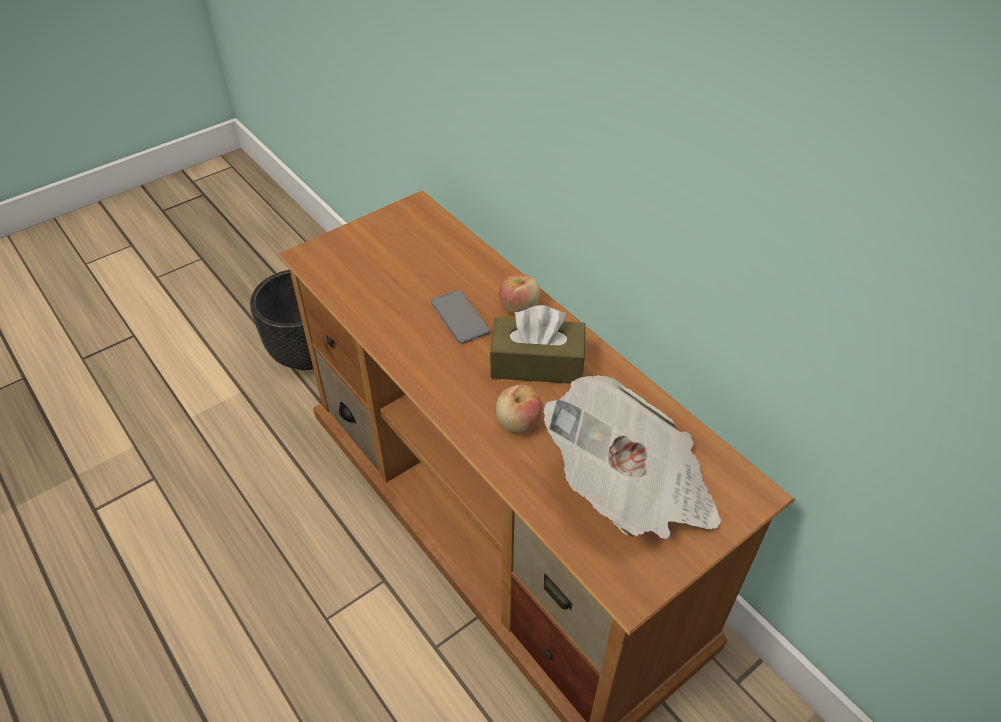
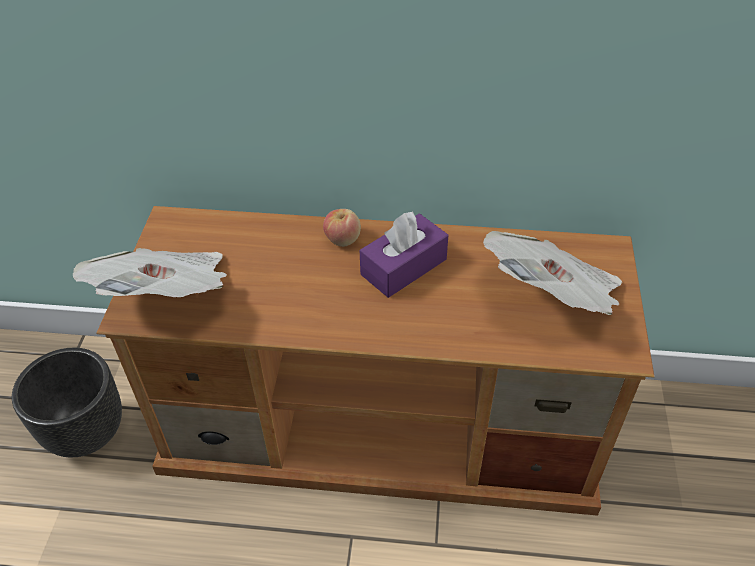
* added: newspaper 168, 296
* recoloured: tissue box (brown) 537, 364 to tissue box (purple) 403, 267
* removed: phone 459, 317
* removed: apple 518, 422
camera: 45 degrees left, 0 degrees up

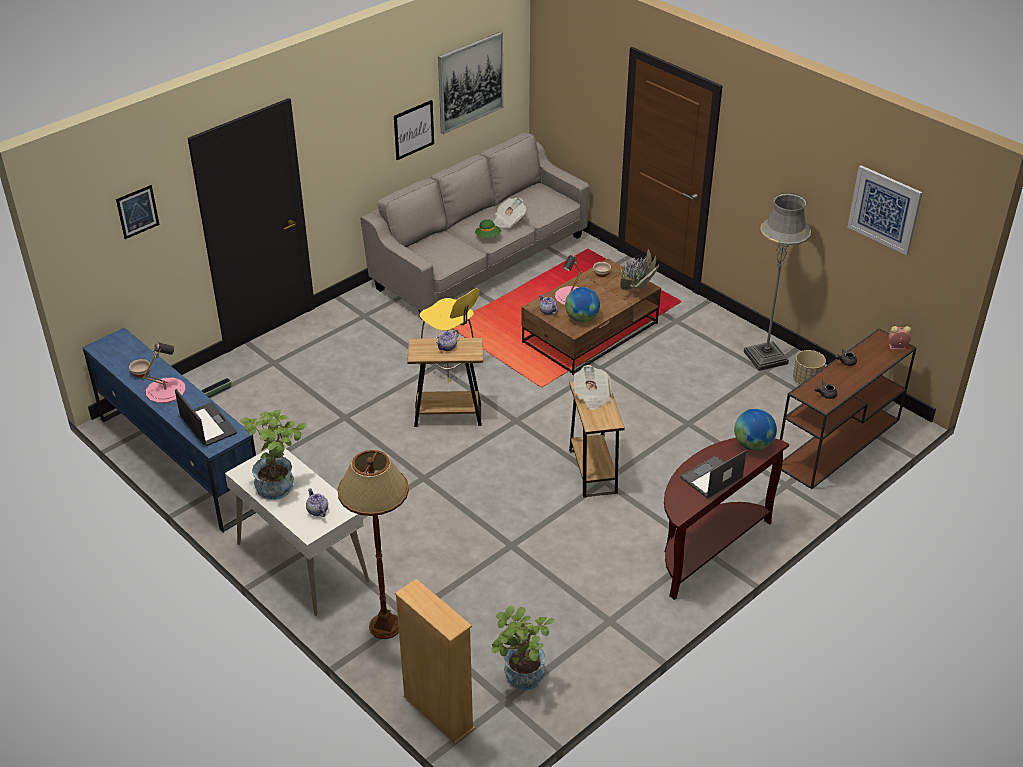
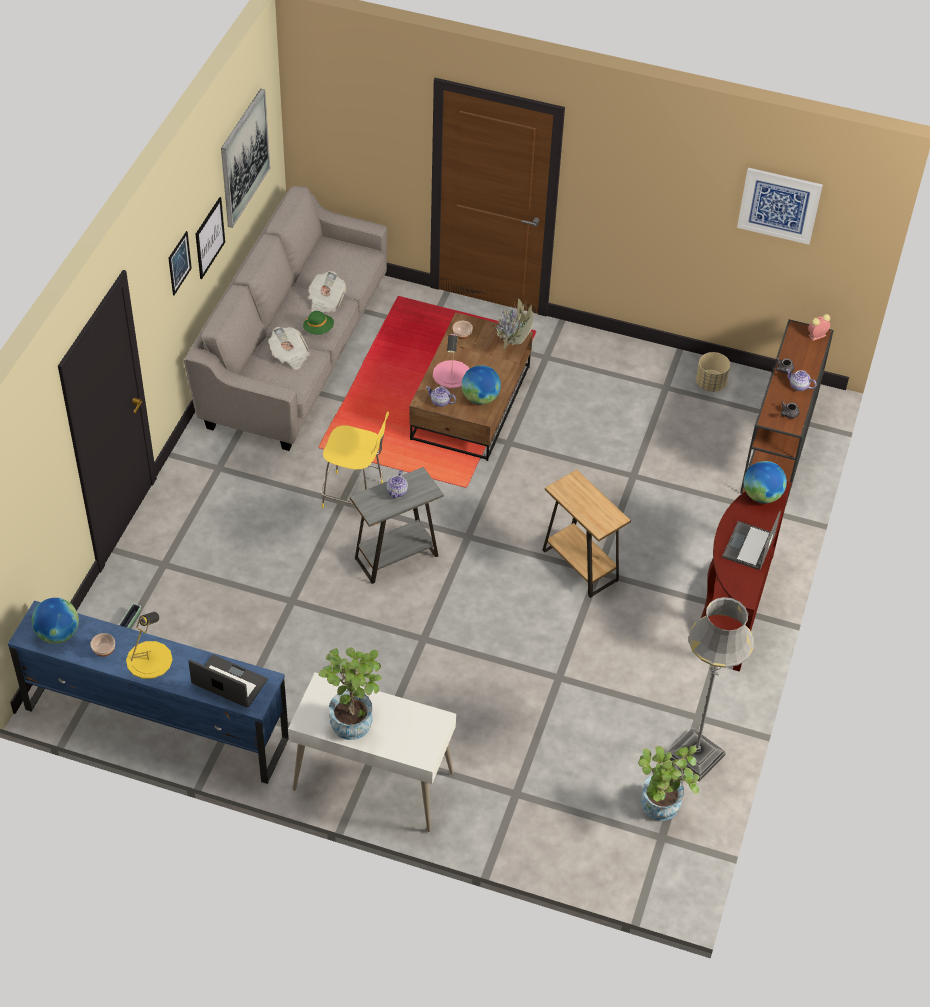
* added: globe 58, 634
* recoloured: table lamp (pink) 165, 390 to table lamp (yellow) 149, 660
* moved: picture 137, 211 to 179, 263
* moved: newspaper 592, 396 to 289, 355
* recoloured: side table (brown) 448, 415 to side table (grey) 396, 557
* moved: floor lamp (grey) 765, 357 to 695, 755
* moved: teapot 317, 511 to 798, 386
* removed: floor lamp (brown) 385, 626
* removed: bookcase (beige) 438, 713
camera: 30 degrees left, 10 degrees up

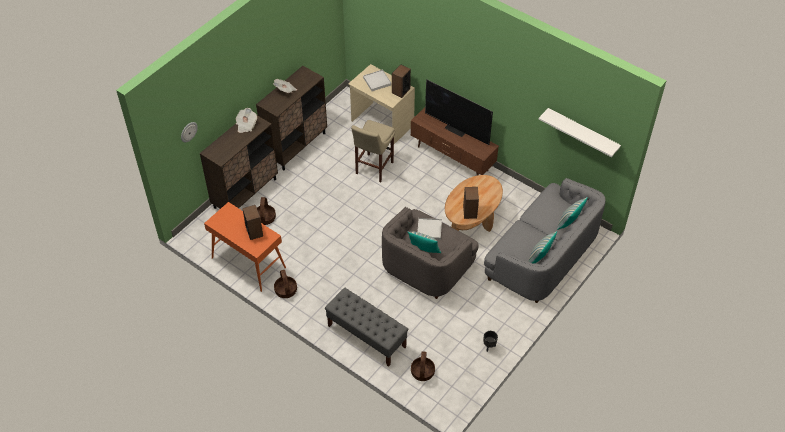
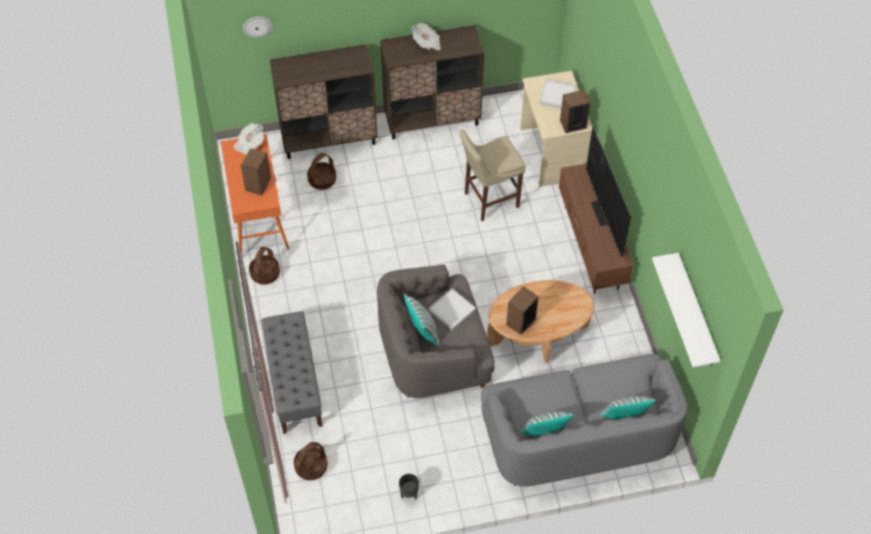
* moved: newspaper 246, 125 to 249, 144
camera: 40 degrees right, 5 degrees up

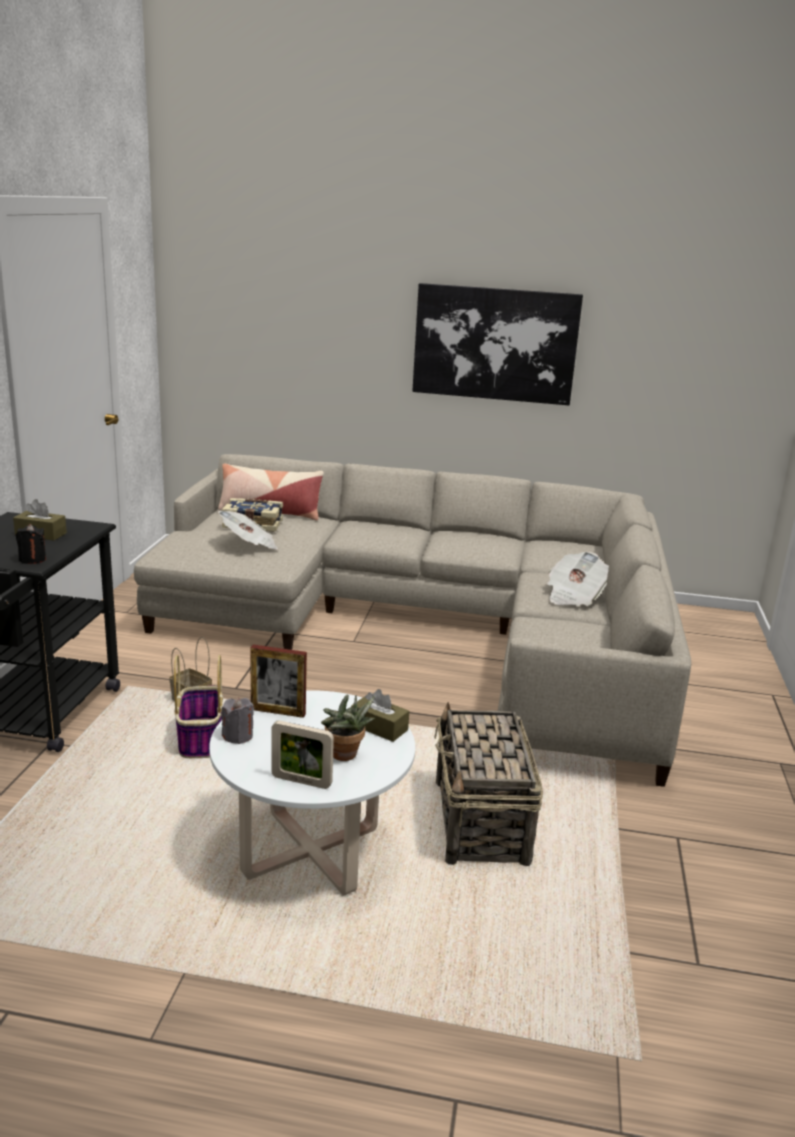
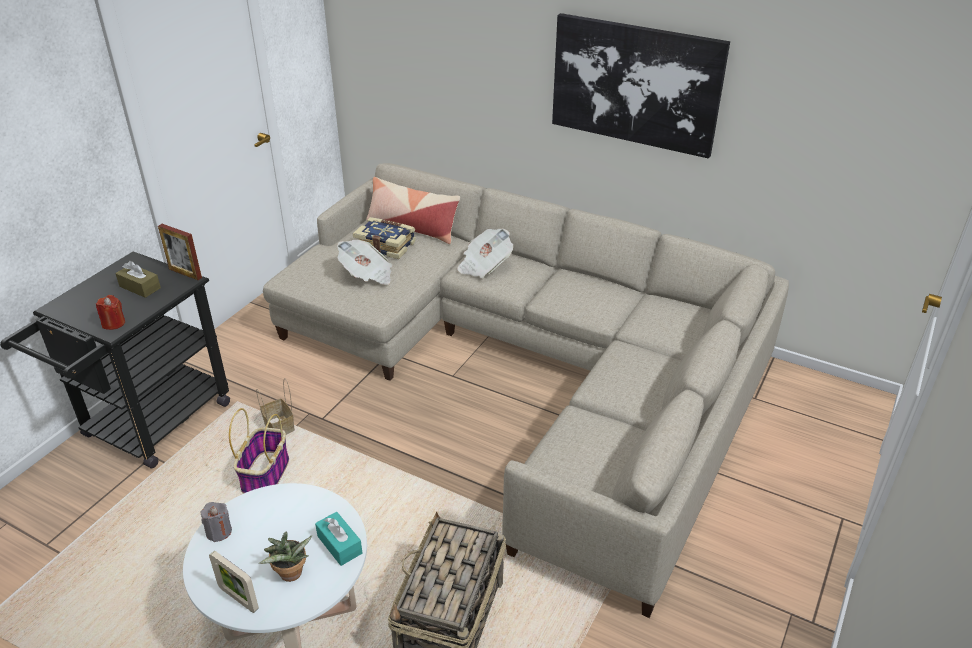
* recoloured: candle (black) 32, 559 to candle (red) 113, 323
* moved: picture frame 278, 711 to 185, 273
* recoloured: tissue box (brown) 379, 727 to tissue box (turquoise) 339, 545
* moved: newspaper 574, 596 to 484, 266
camera: 20 degrees right, 15 degrees up

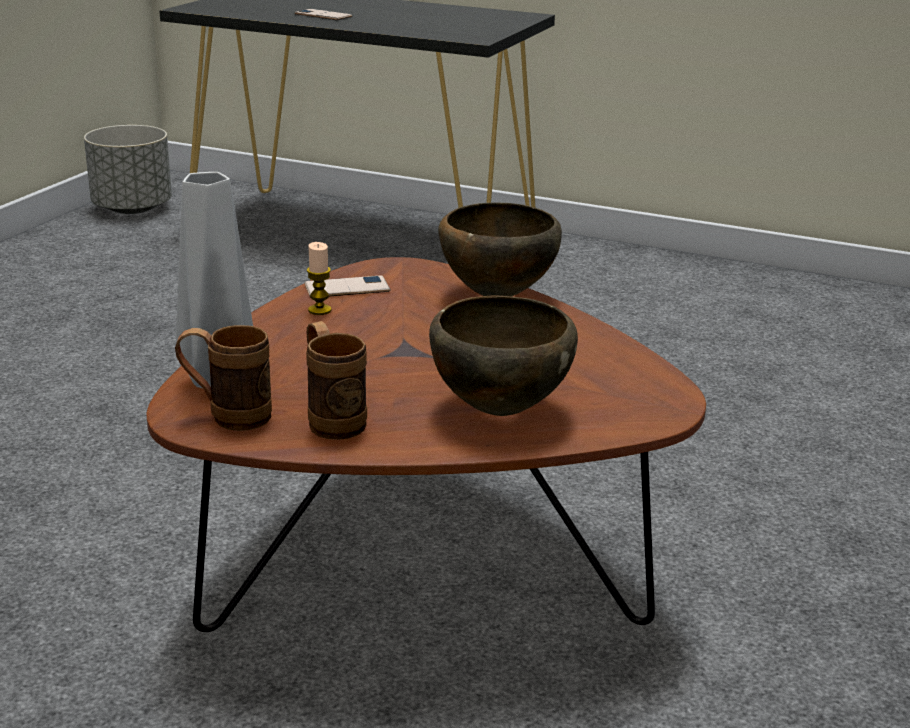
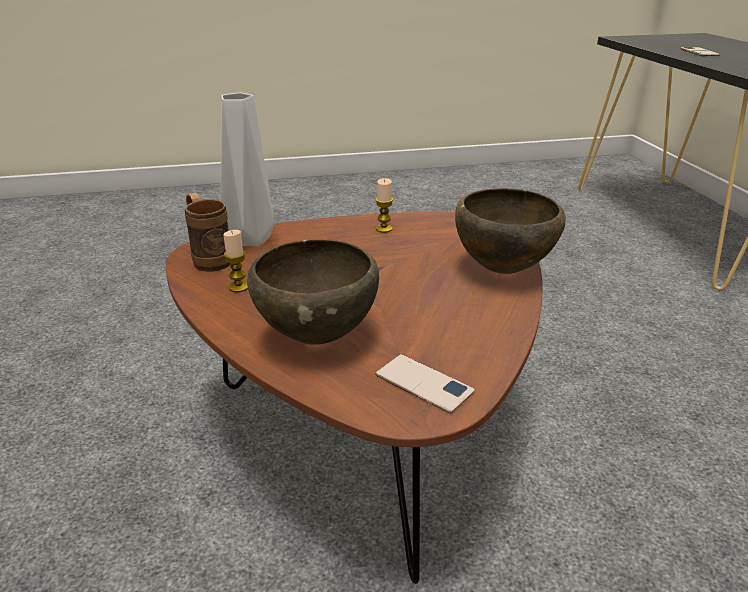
* replaced: mug (brown) 332, 419 to candle 238, 287
* moved: phone 347, 288 to 424, 383
* removed: planter (grey) 132, 208
camera: 55 degrees right, 5 degrees up

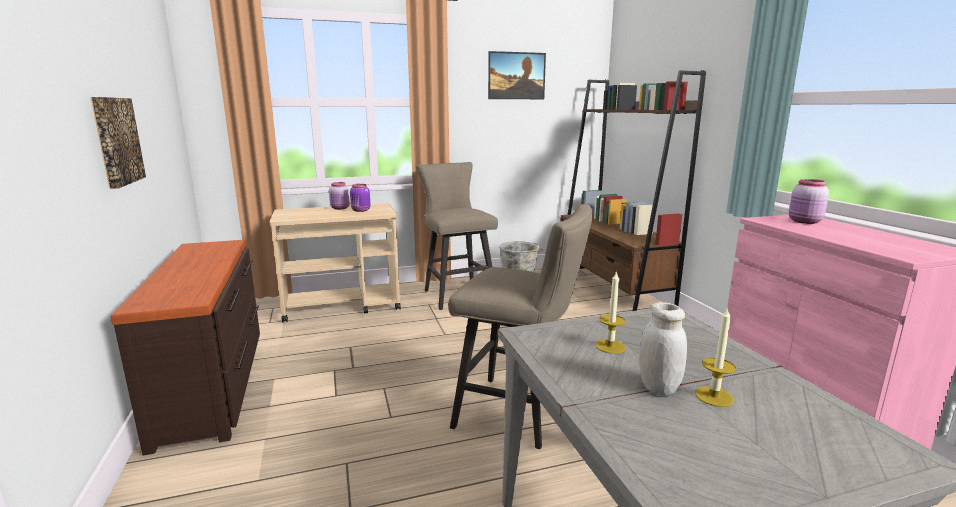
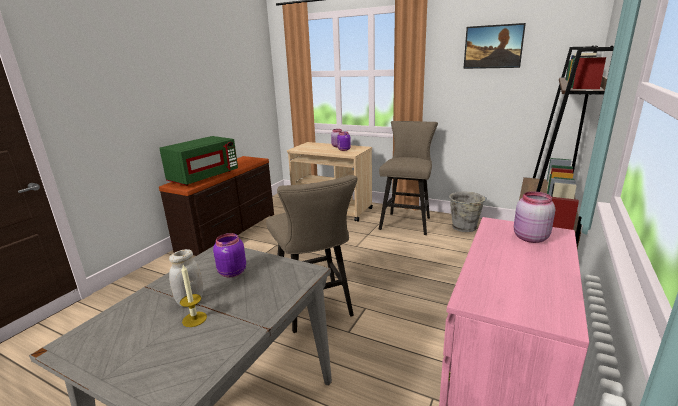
* added: microwave (green) 203, 177
* replaced: candle 610, 346 to jar (purple) 231, 272
* removed: picture 116, 141
camera: 45 degrees right, 5 degrees up

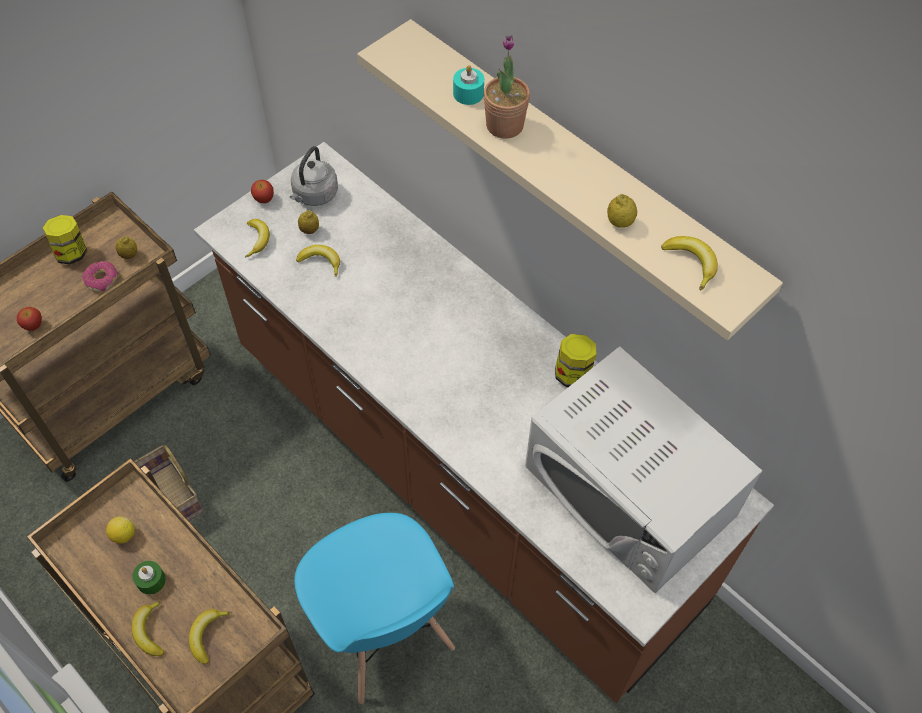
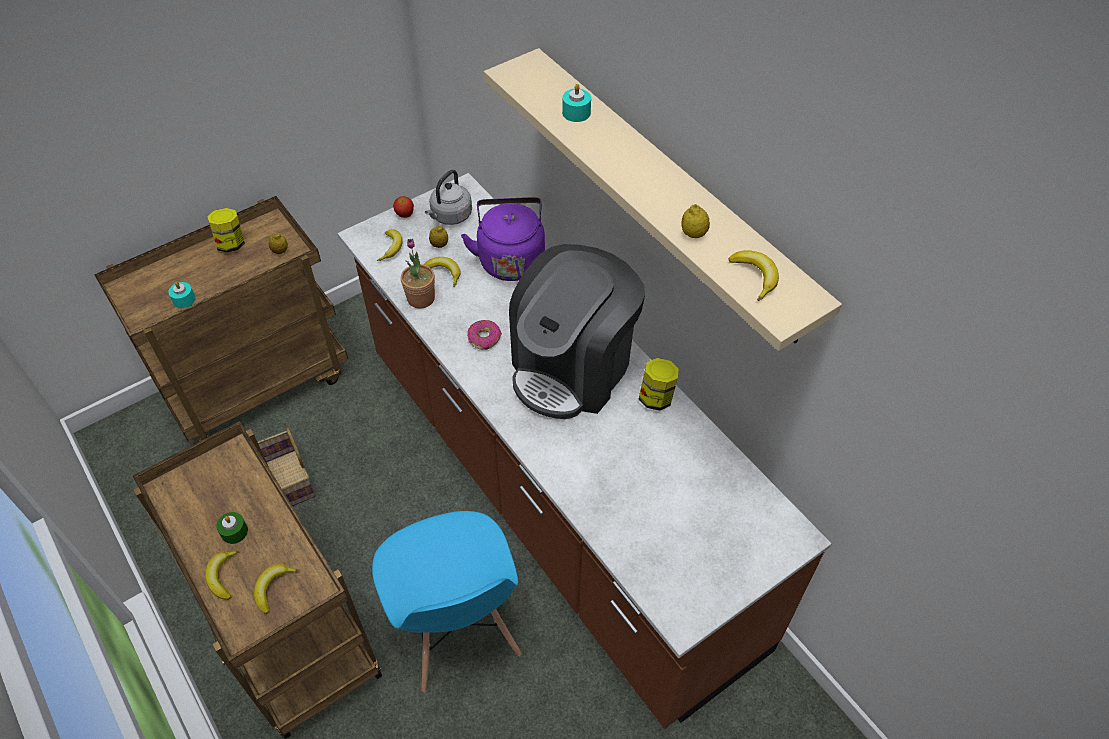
* replaced: apple 33, 325 to candle (turquoise) 184, 300
* moved: potted plant 504, 125 to 421, 298
* added: kettle (purple) 510, 259
* moved: donut 102, 279 to 484, 338
* added: coffee machine 573, 367
* removed: lemon 123, 535
* removed: microwave (white) 630, 491
camera: 10 degrees right, 5 degrees down

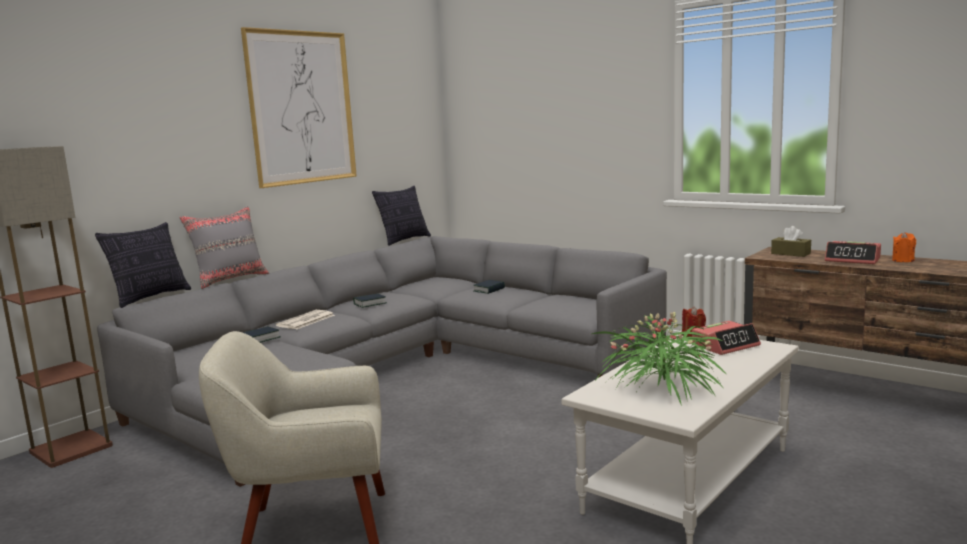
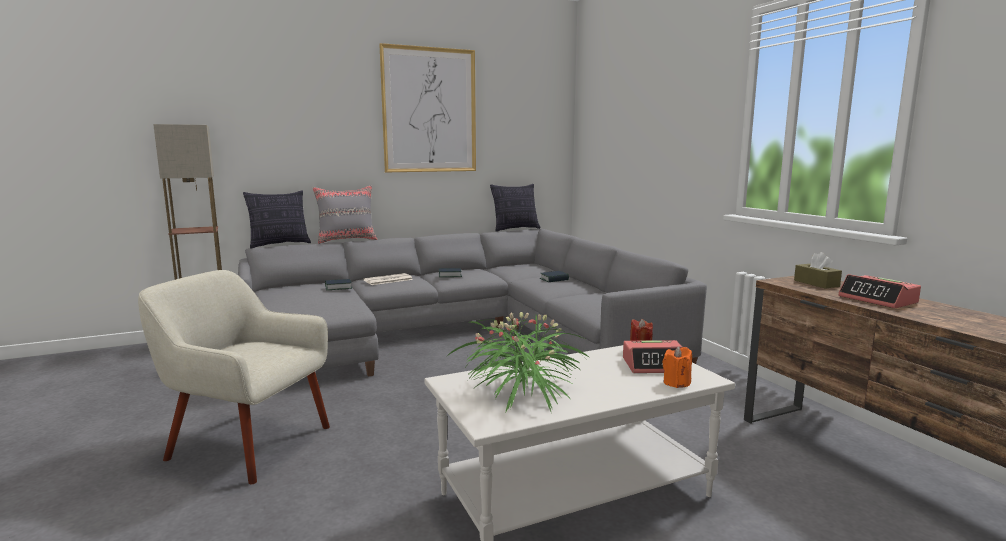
* moved: candle (orange) 903, 260 to 676, 383
camera: 25 degrees right, 0 degrees up

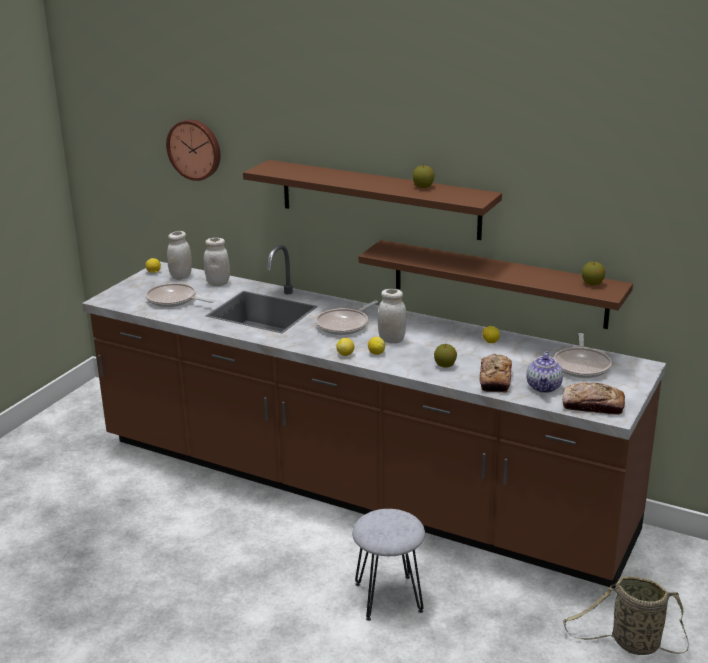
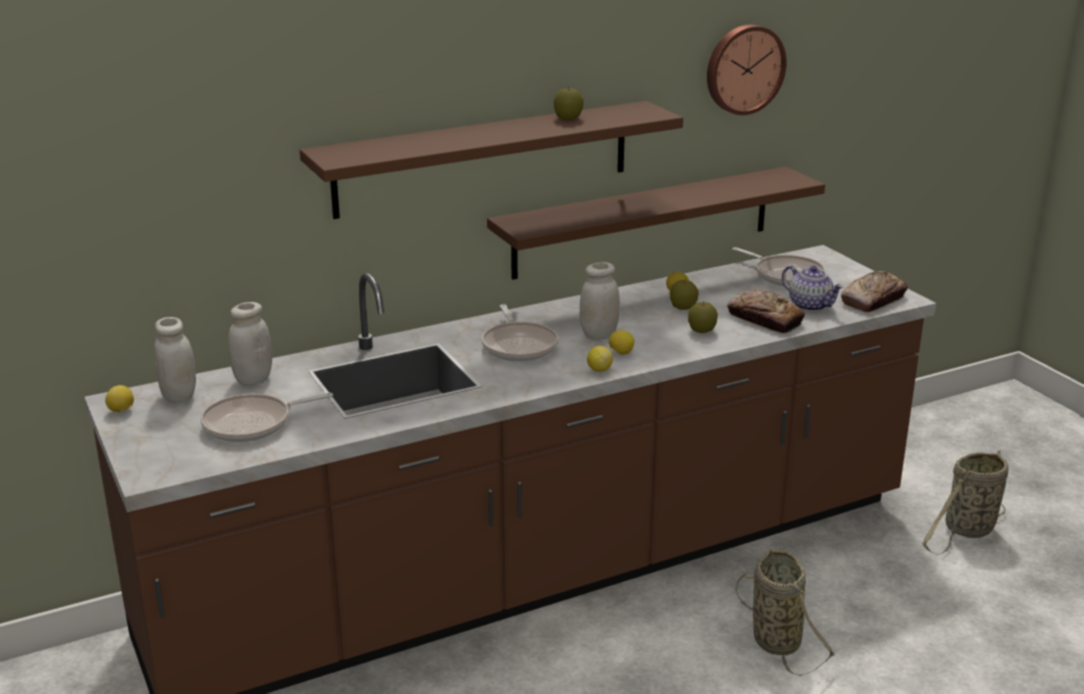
* moved: apple 592, 284 to 683, 308
* moved: wall clock 195, 149 to 743, 69
* replaced: stool (grey) 388, 597 to basket 774, 638
camera: 55 degrees left, 0 degrees up

